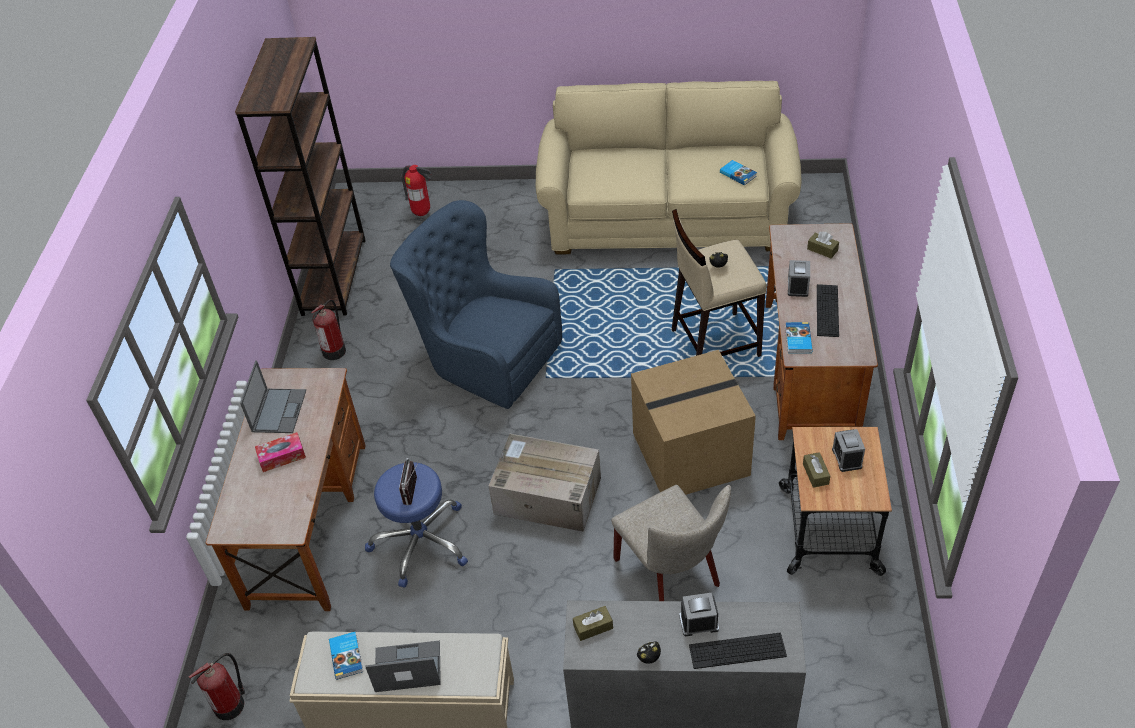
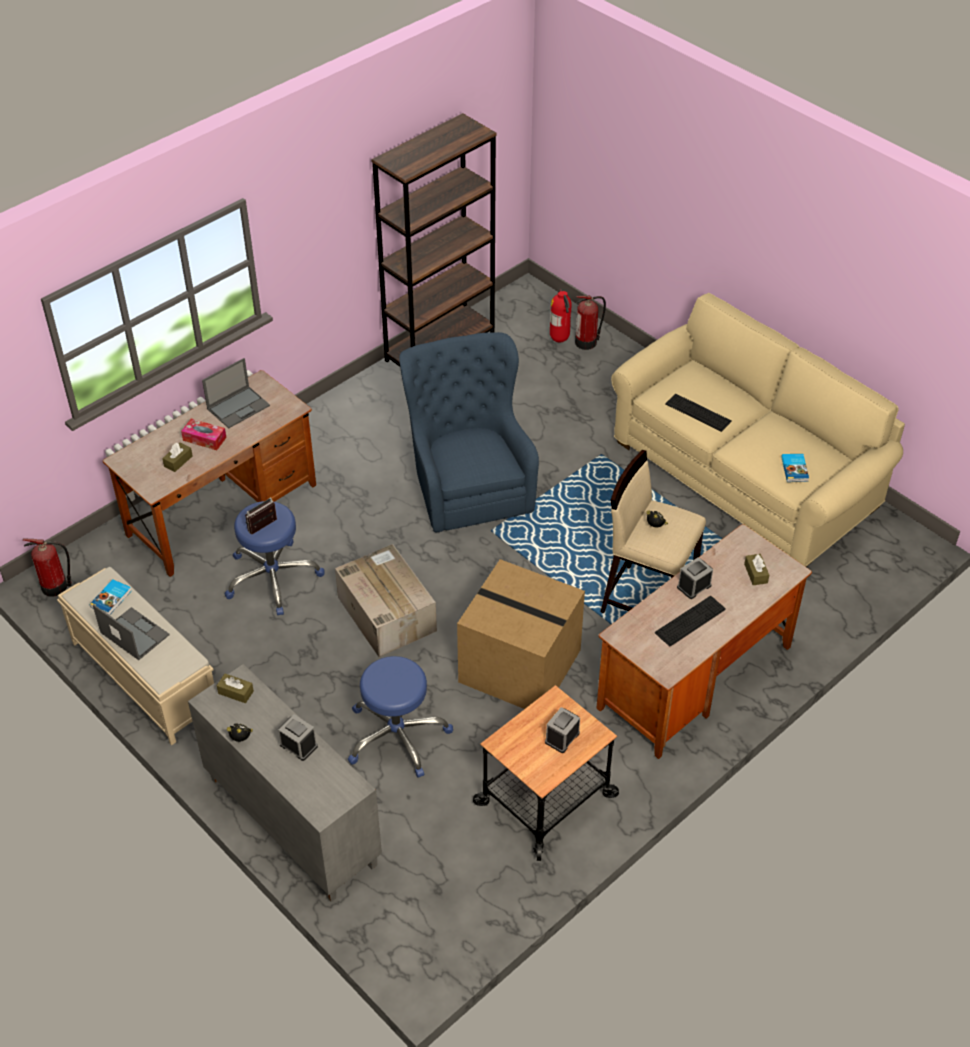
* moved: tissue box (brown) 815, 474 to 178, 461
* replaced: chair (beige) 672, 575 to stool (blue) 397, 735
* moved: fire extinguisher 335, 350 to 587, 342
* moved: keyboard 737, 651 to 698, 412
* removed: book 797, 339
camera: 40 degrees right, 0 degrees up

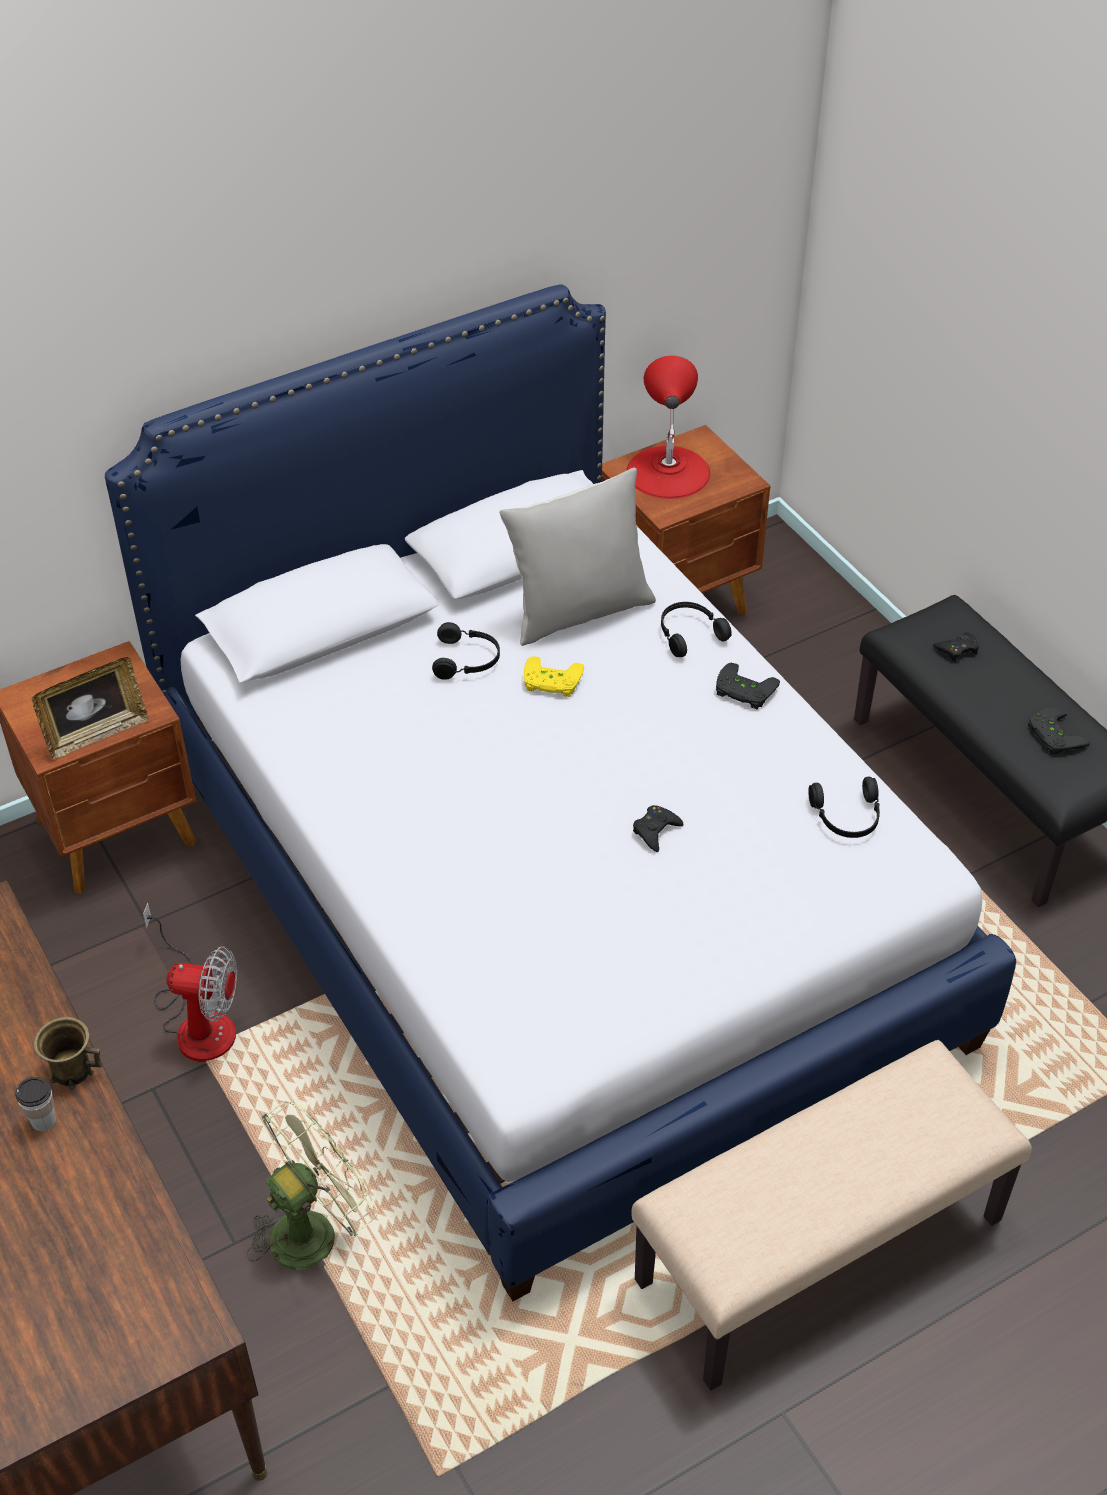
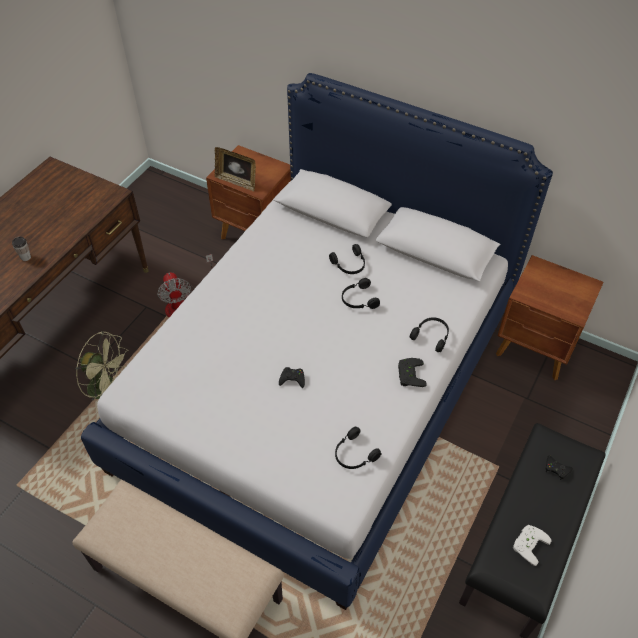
* replaced: game controller (yellow) 551, 682 to headphones (black) 358, 299
* recoloured: game controller (black) 1052, 736 to game controller (white) 528, 543
* removed: mug (brown) 72, 1070
* removed: pillow (grey) 579, 611
* removed: table lamp (red) 667, 472
camera: 60 degrees right, 5 degrees up

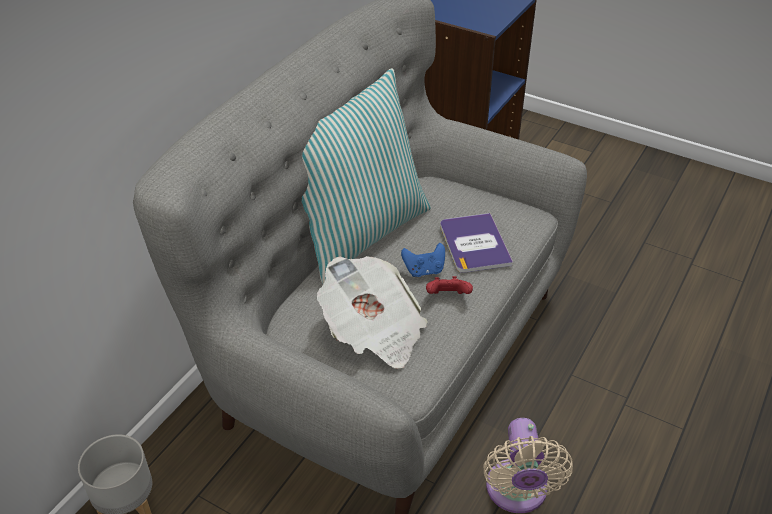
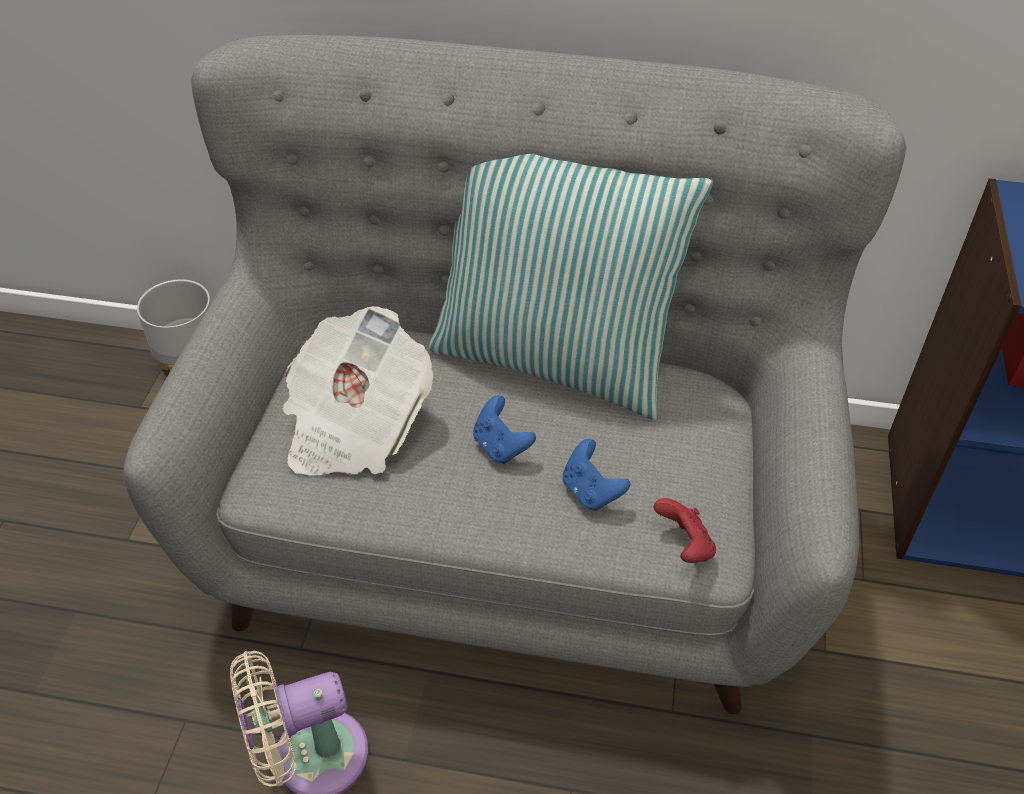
* replaced: book 474, 244 to game controller (blue) 591, 491
* moved: game controller (red) 448, 297 to 684, 546
camera: 70 degrees right, 5 degrees up

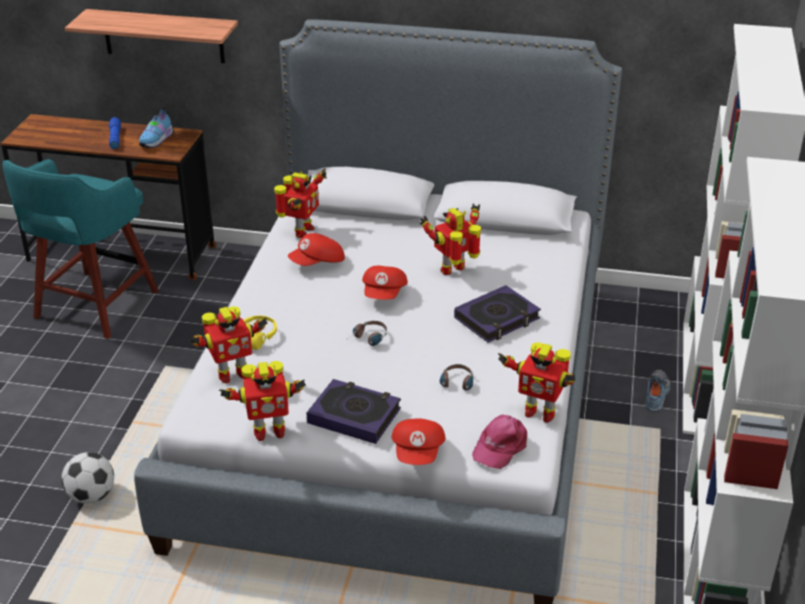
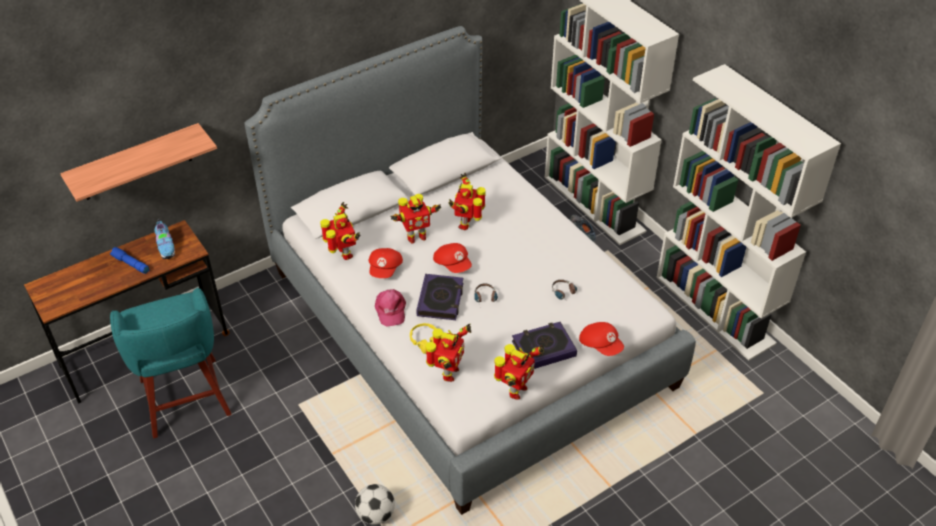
* moved: cap (pink) 500, 446 to 390, 310
* moved: toy robot 539, 412 to 415, 237
* moved: book 497, 319 to 440, 300
camera: 45 degrees left, 10 degrees up

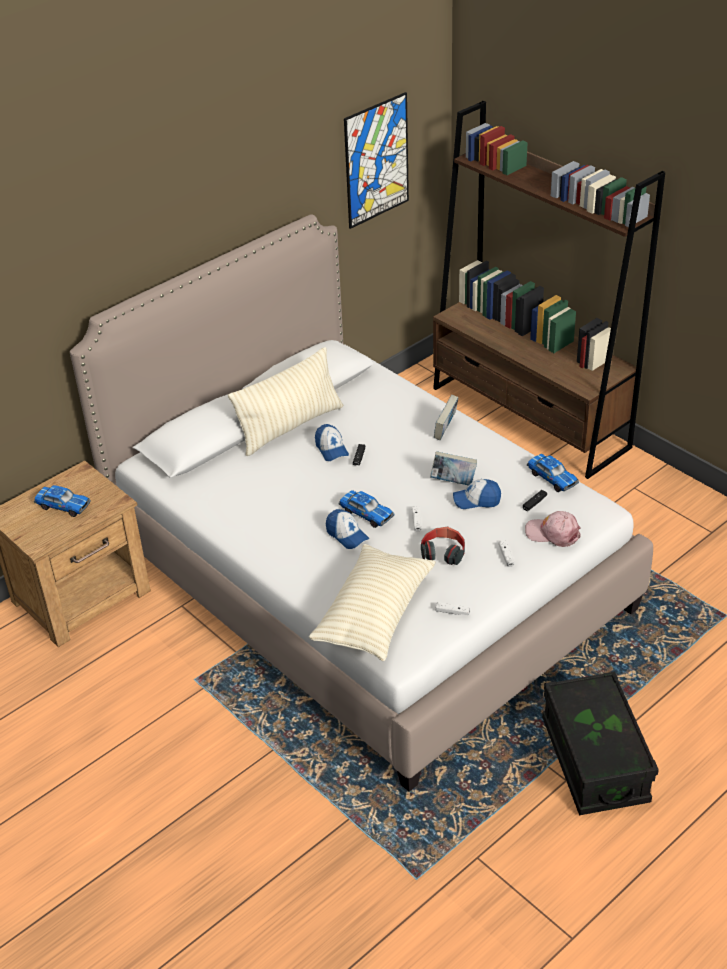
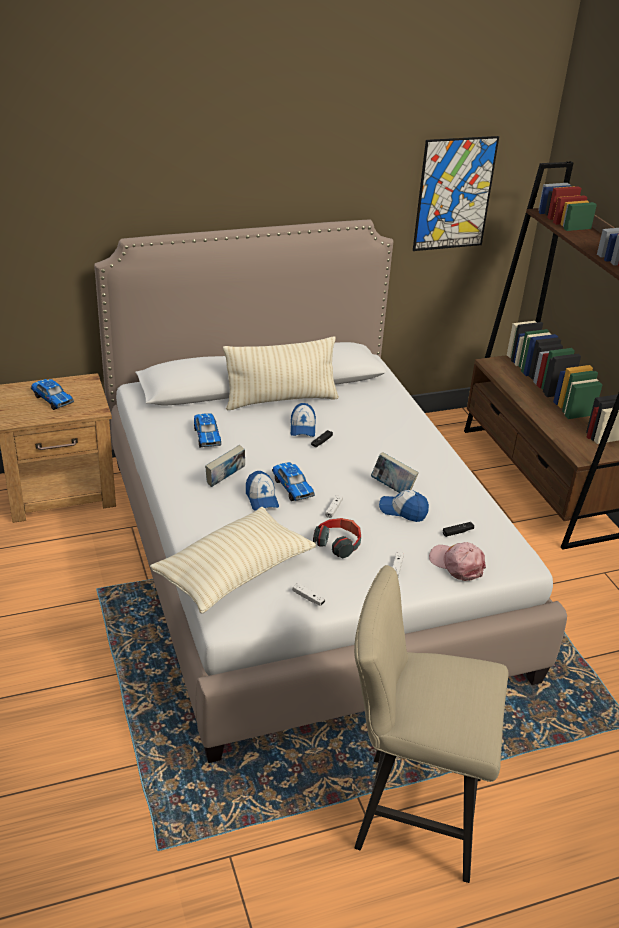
* moved: toy car 552, 478 to 207, 436
* moved: book 445, 430 to 225, 480
* replaced: storage box (black) 594, 760 to stool (beige) 408, 811
camera: 20 degrees right, 5 degrees down

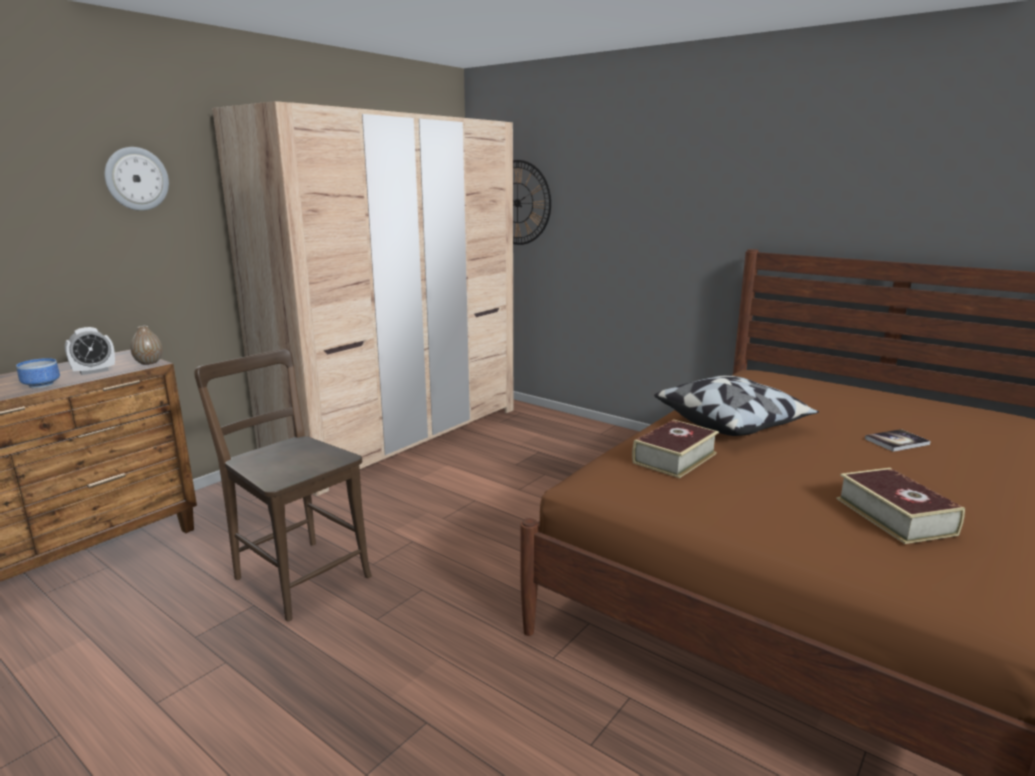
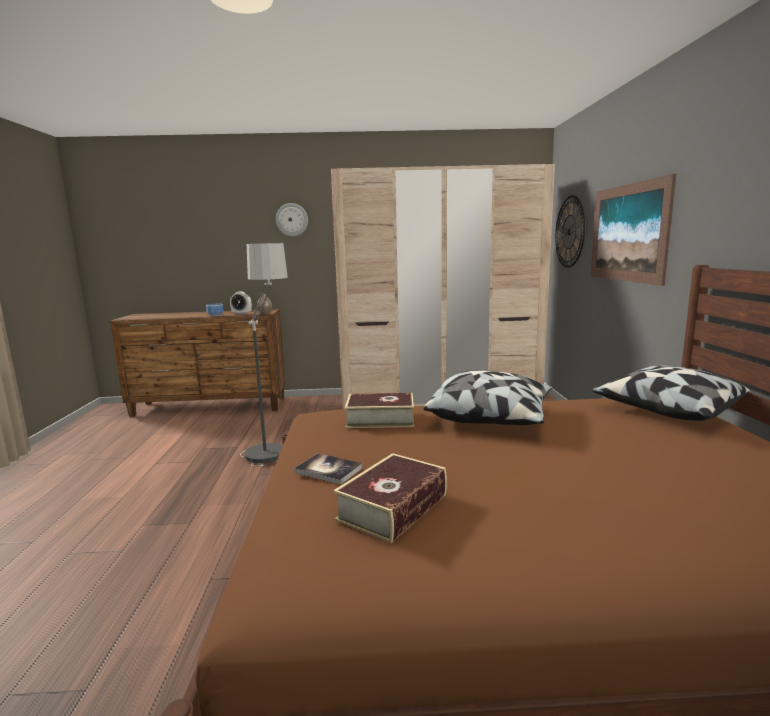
* replaced: chair (brown) 298, 574 to floor lamp 271, 443
* moved: book 896, 442 to 328, 470
* added: picture 628, 233
* added: pillow 666, 410
camera: 50 degrees right, 5 degrees down

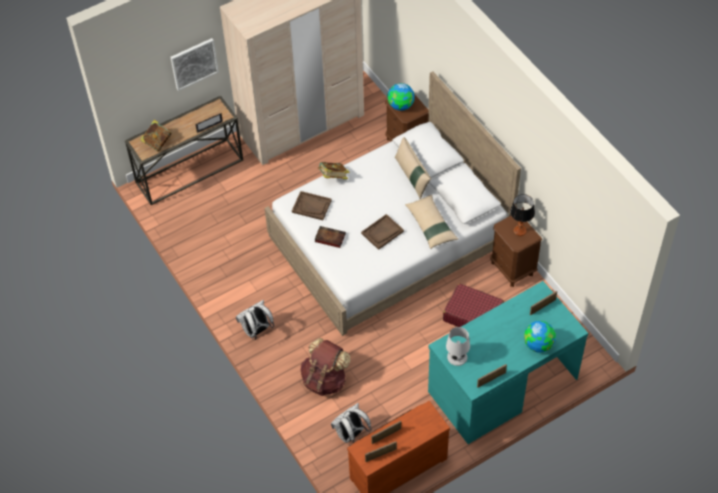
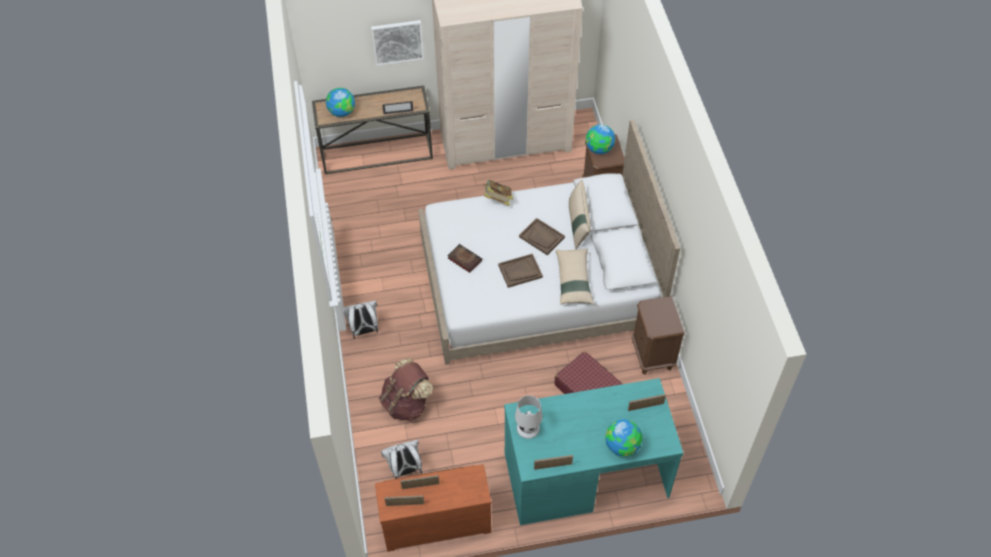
* replaced: book 157, 142 to globe 341, 112
* moved: tray (brown) 311, 206 to 542, 237
* removed: table lamp 520, 231
camera: 20 degrees right, 0 degrees up

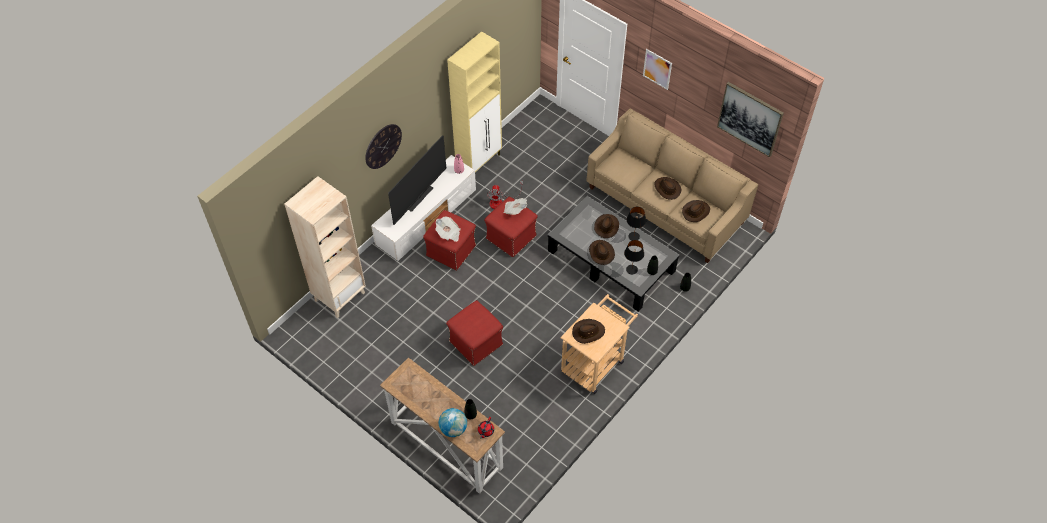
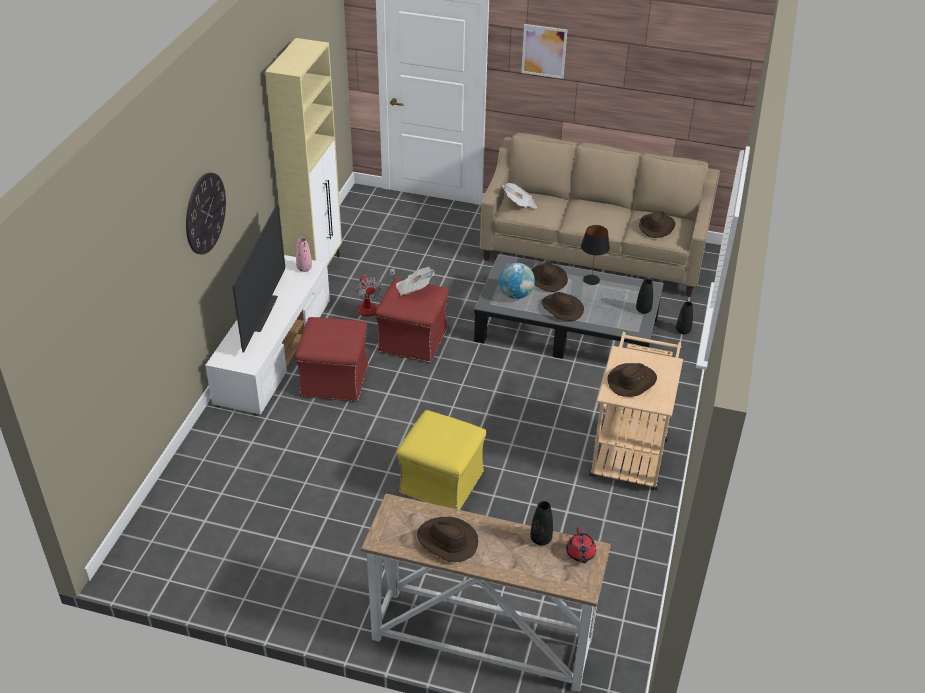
* recoloured: ottoman (red) 475, 342 to ottoman (yellow) 440, 482
* moved: hat (brown) 667, 189 to 447, 541
* moved: globe 453, 429 to 516, 295
* moved: newspaper 448, 233 to 519, 204
* removed: bookcase (beige) 340, 296
* removed: table lamp (black) 631, 269
* removed: picture 750, 119
camera: 25 degrees left, 15 degrees down

